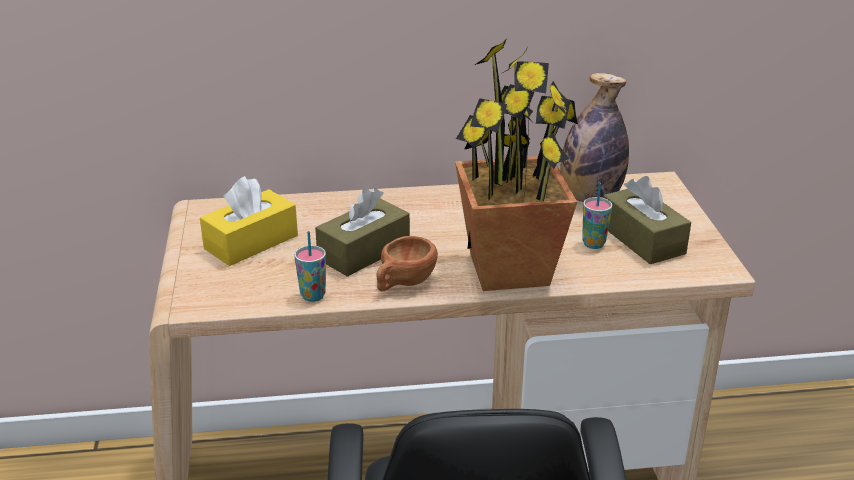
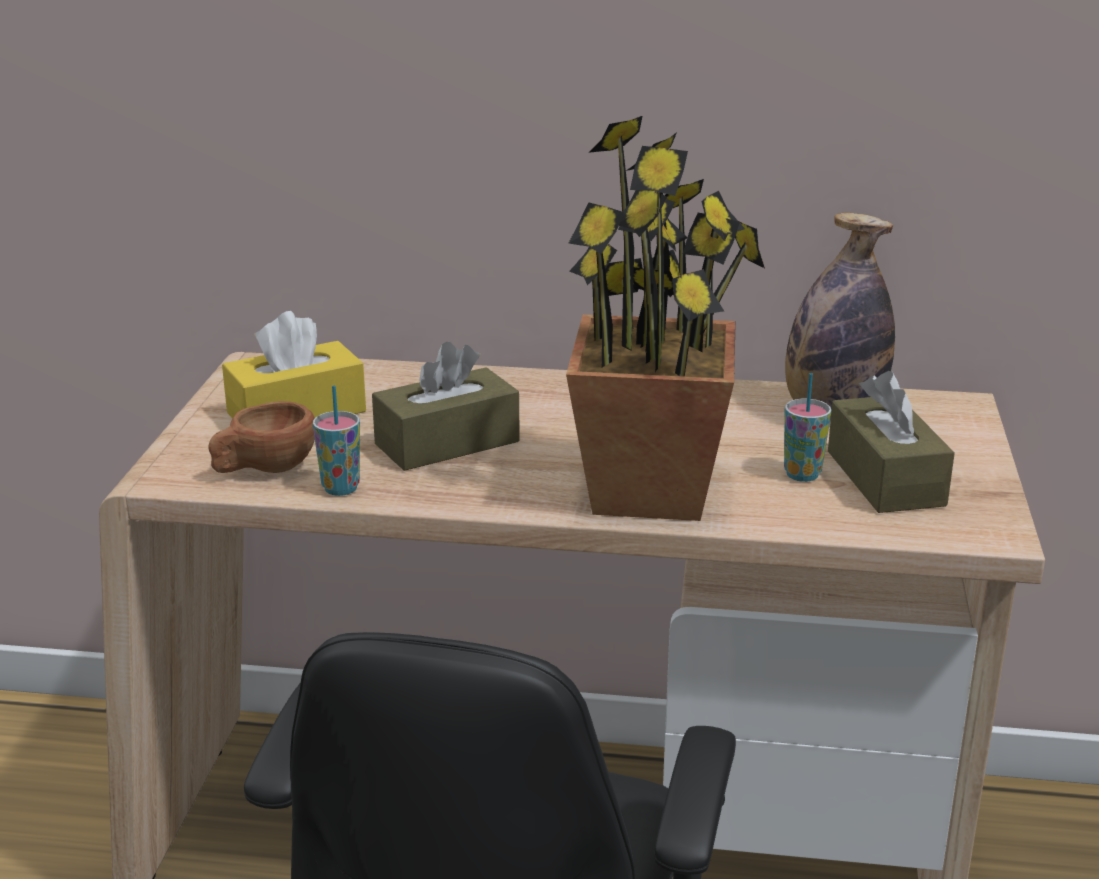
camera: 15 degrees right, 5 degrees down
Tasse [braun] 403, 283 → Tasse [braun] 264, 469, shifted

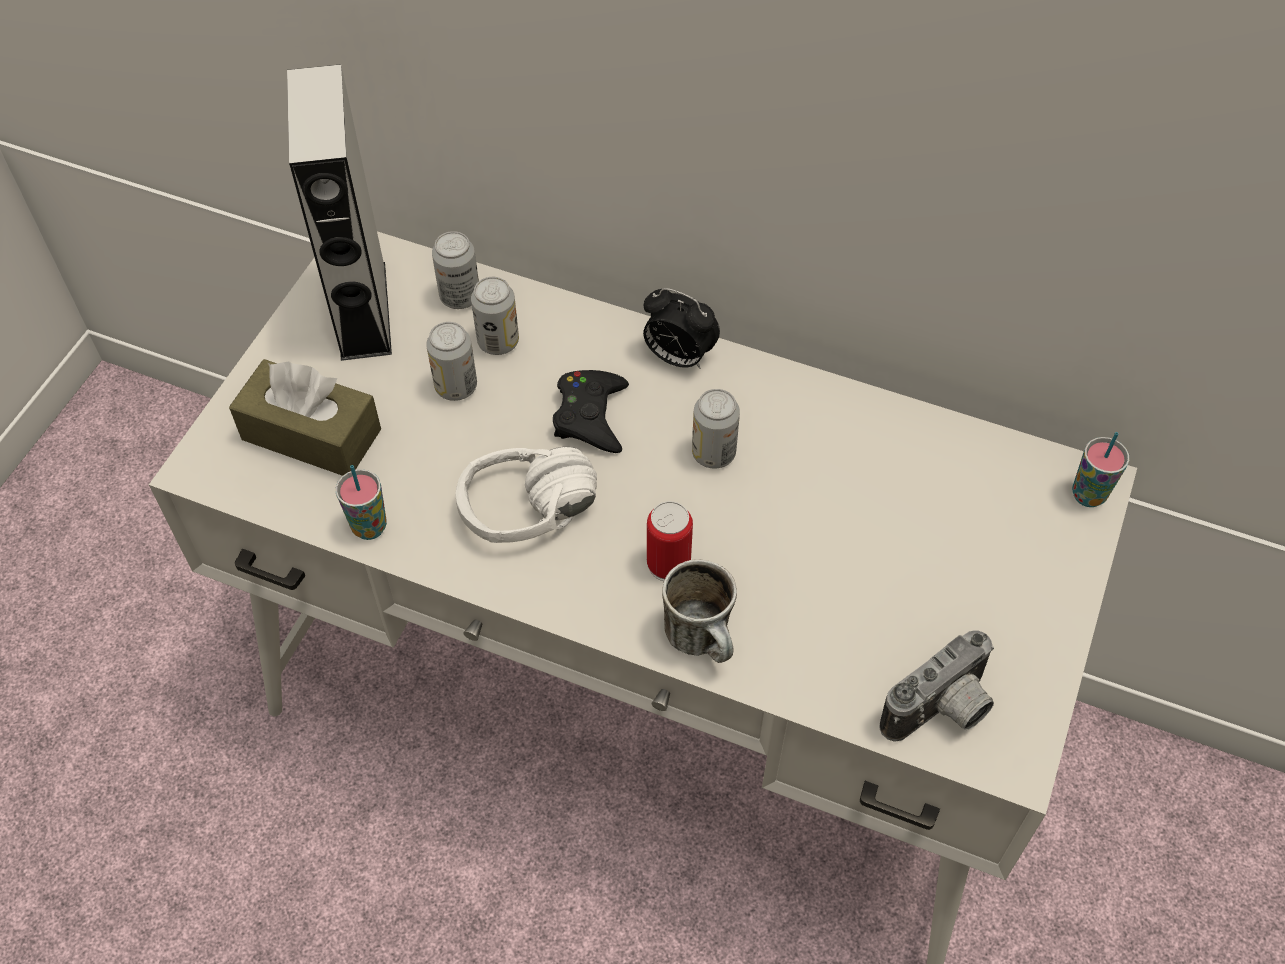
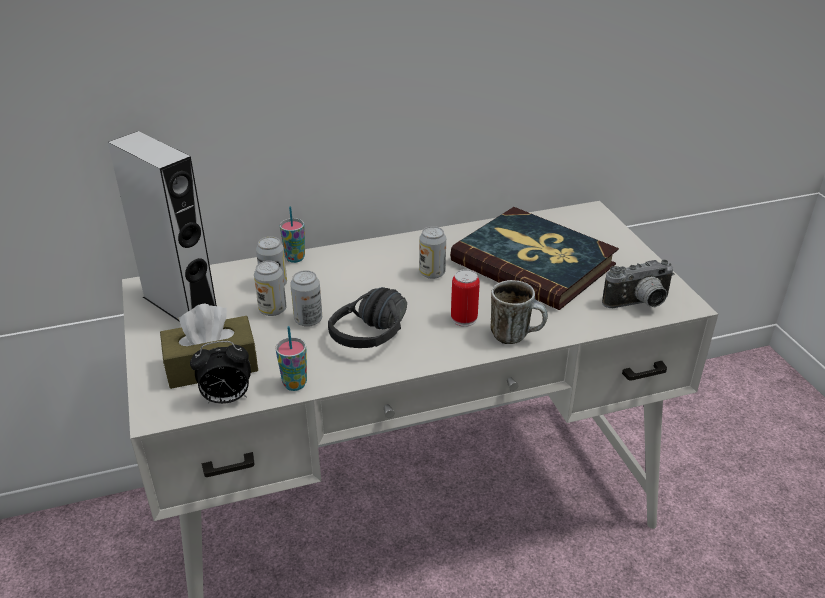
camera: 40 degrees left, 20 degrees down
Gamepad [schwarz] 590, 416 → -
- → Buch 533, 262
Dose 460, 297 → Dose 308, 320, shifted
Wecker 678, 357 → Wecker 226, 399, shifted
Tasse 1088, 495 → Tasse 295, 258, shifted
Kopfhörer [weiß] 534, 525 → Kopfhörer [schwarz] 382, 338
Kamera 942, 712 → Kamera 639, 304, 60 degrees clockwise

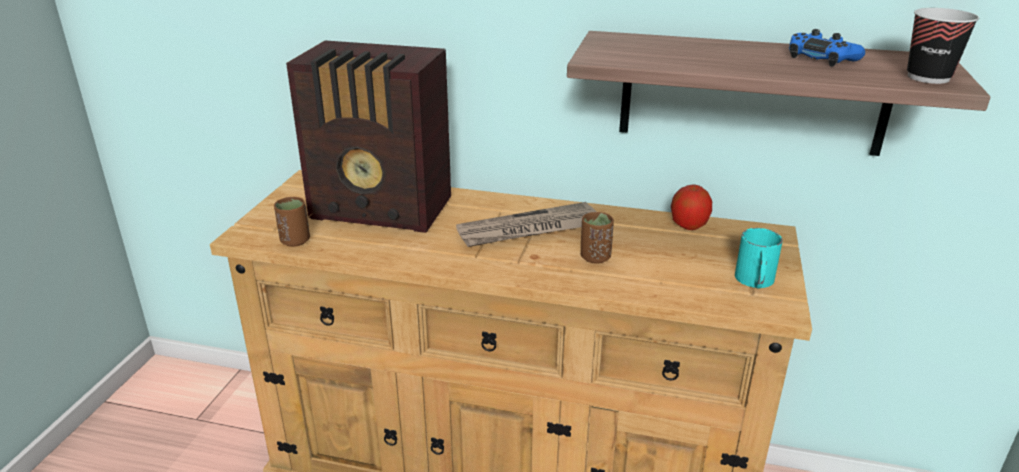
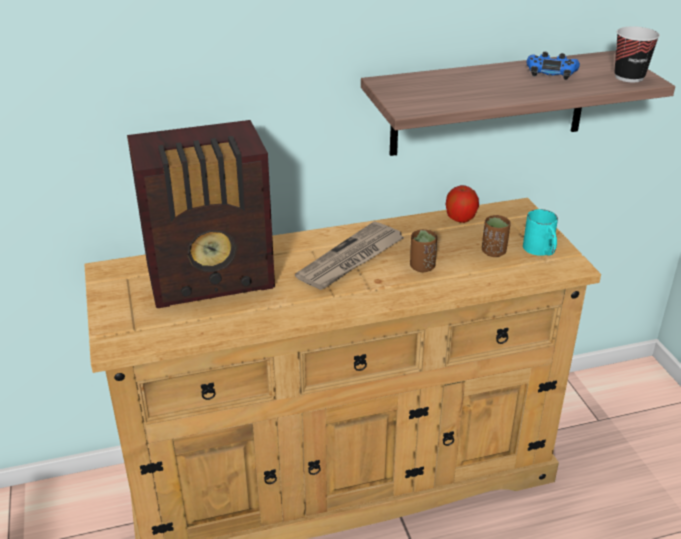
camera: 30 degrees left, 5 degrees up
Tasse [braun] 295, 241 → Tasse [braun] 493, 252, shifted

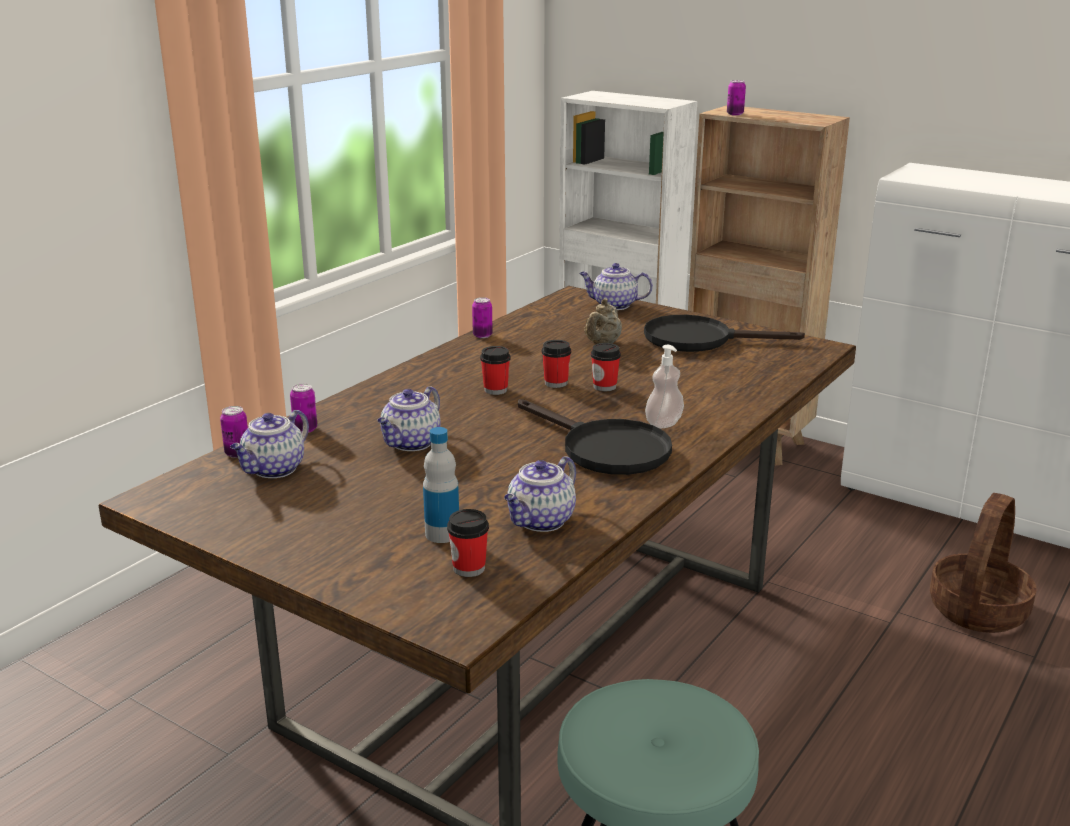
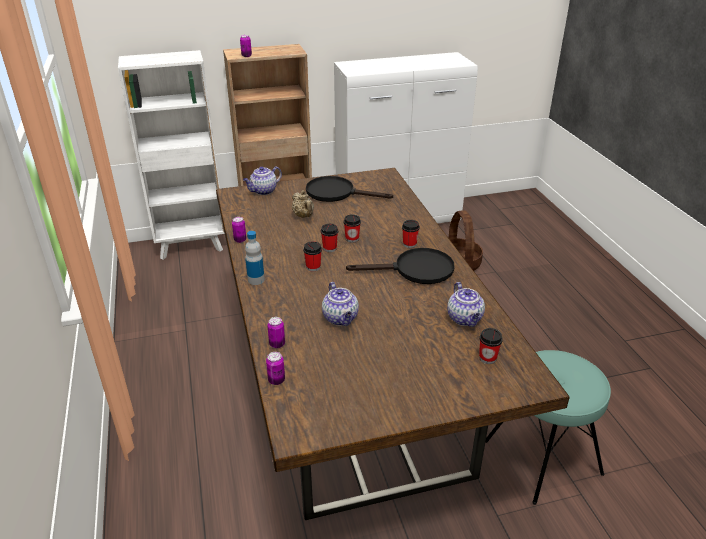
camera: 50 degrees left, 10 degrees up
Teekanne 274, 470 → -
Flasche 442, 534 → Flasche 256, 280, shifted
Seifenspender 663, 423 → Tasse 409, 244
Pfanne [schwarz] 700, 339 → Pfanne [schwarz] 337, 193, 60 degrees clockwise

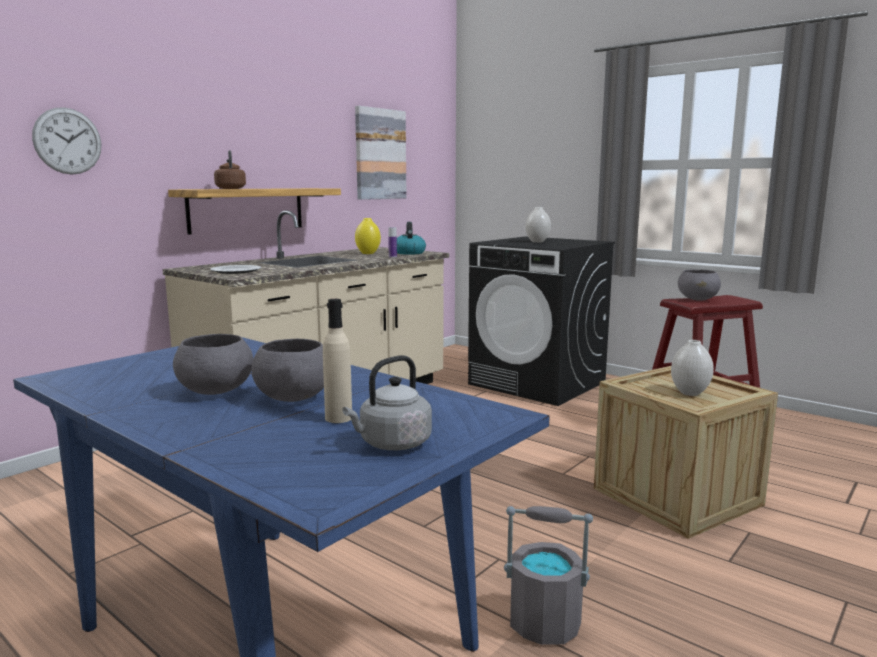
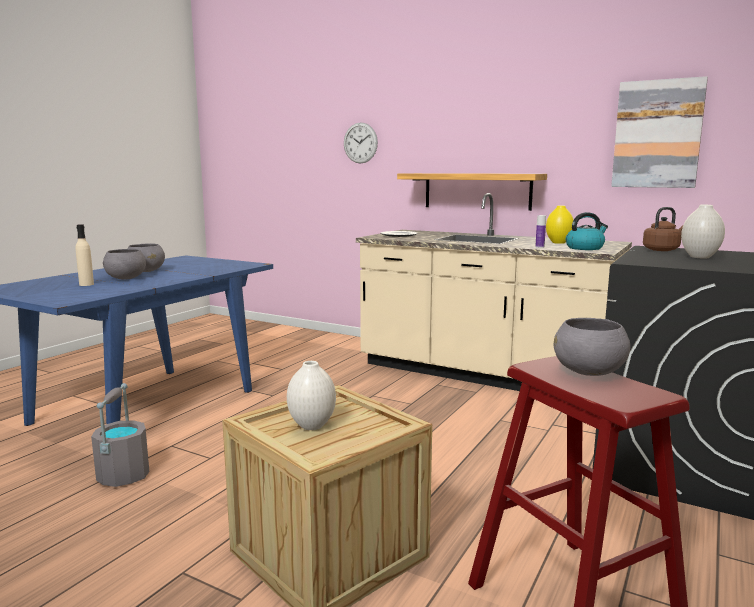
camera: 80 degrees right, 0 degrees up
Wasserkessel [grau] 392, 444 → -
Wasserkessel [braun] 230, 188 → Wasserkessel [braun] 662, 250, shifted

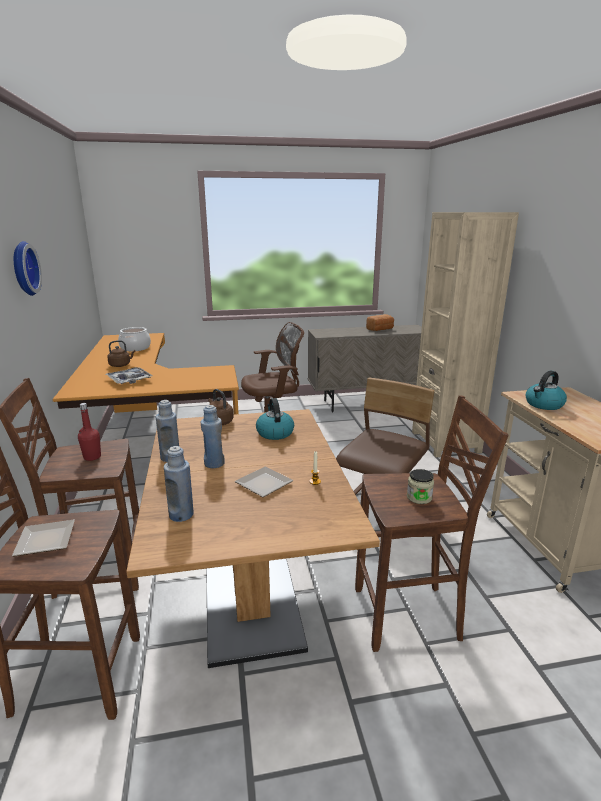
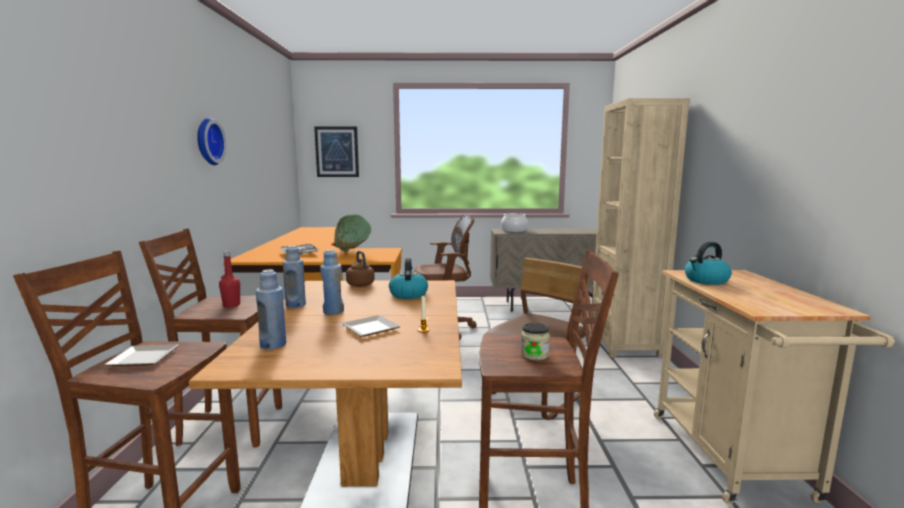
camera: 10 degrees right, 10 degrees down
Wasserkessel [braun] 121, 365 → -
Brot 380, 329 → -
- → Bild 337, 152
- → Schüssel [grün] 351, 253
Kochtopf 135, 348 → Kochtopf 514, 230, shifted

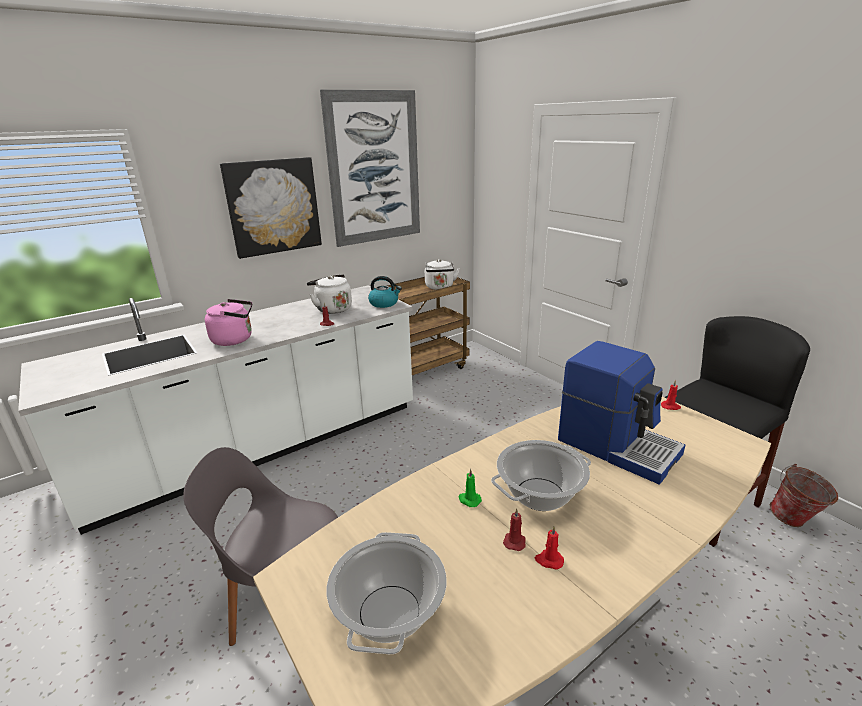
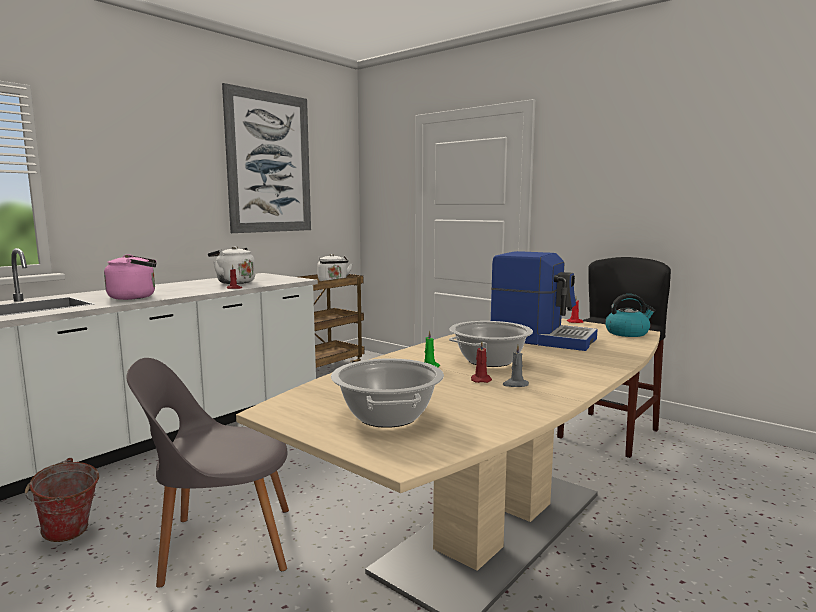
camera: 15 degrees left, 15 degrees down
Bild 273, 207 → -
Wasserkessel 384, 303 → Wasserkessel 627, 333, shifted
Eimer 795, 521 → Eimer 68, 536, shifted
Kerze [rot] 549, 560 → Kerze [grau] 515, 384

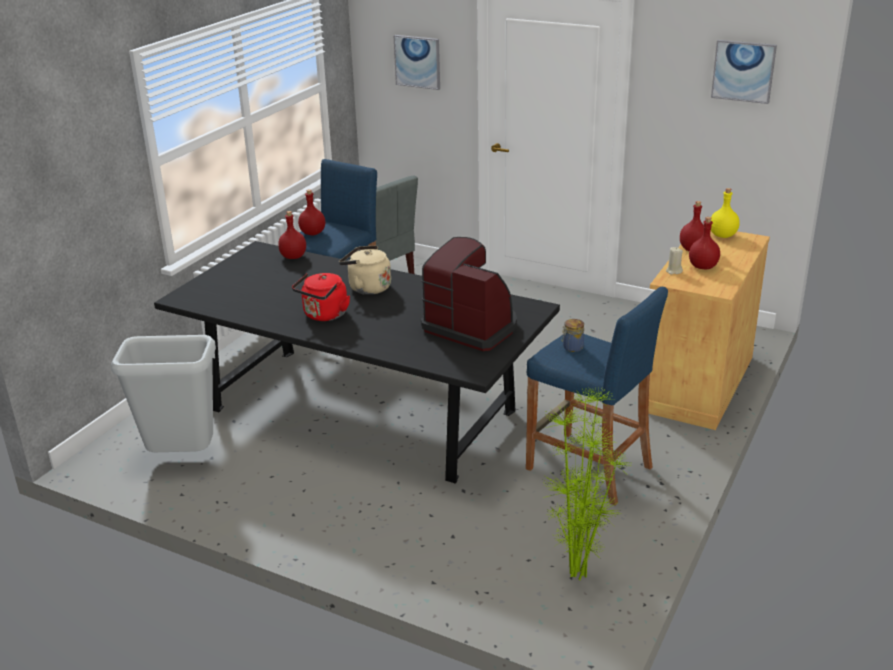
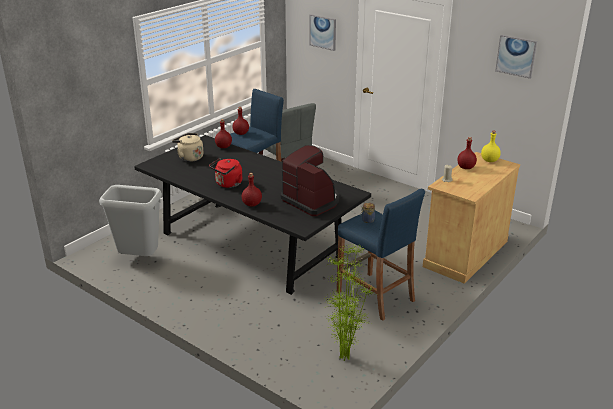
camera: 10 degrees right, 0 degrees up
Wasserkessel [beige] 367, 288 → Wasserkessel [beige] 189, 157, shifted
Flasche [rot] 703, 266 → Flasche [rot] 252, 204, shifted

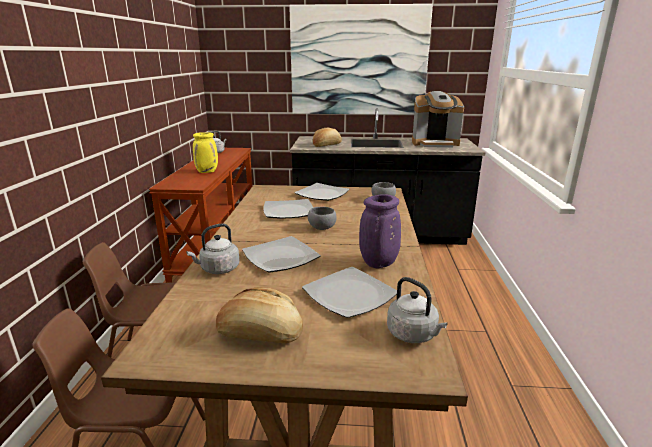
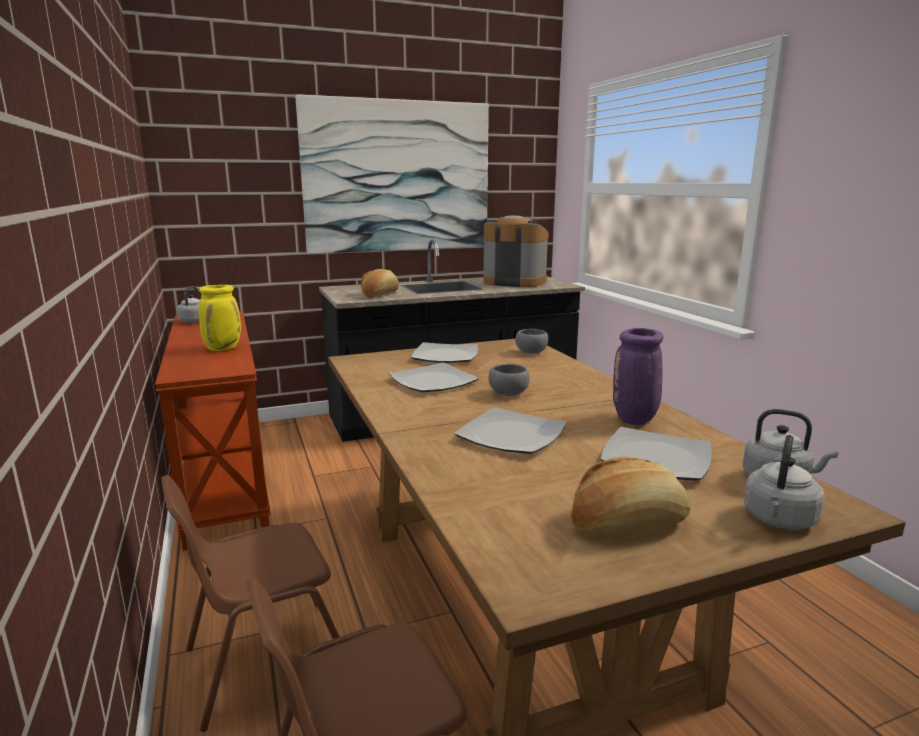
camera: 25 degrees left, 5 degrees down
Wasserkessel [grau] 218, 269 → Wasserkessel [grau] 778, 520, shifted
Kaffeemaschine 435, 143 → Kaffeemaschine 514, 282, 135 degrees counterclockwise

